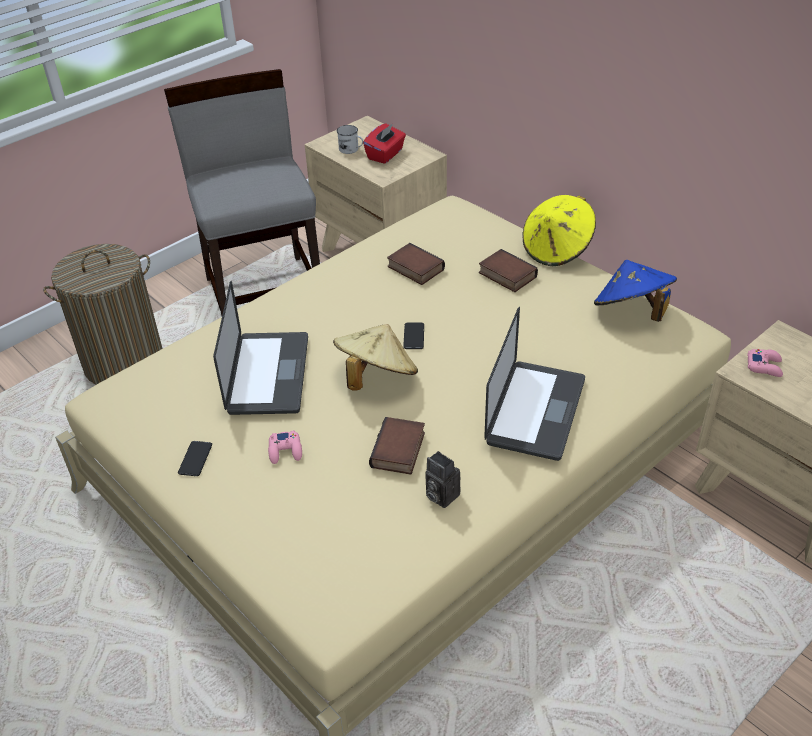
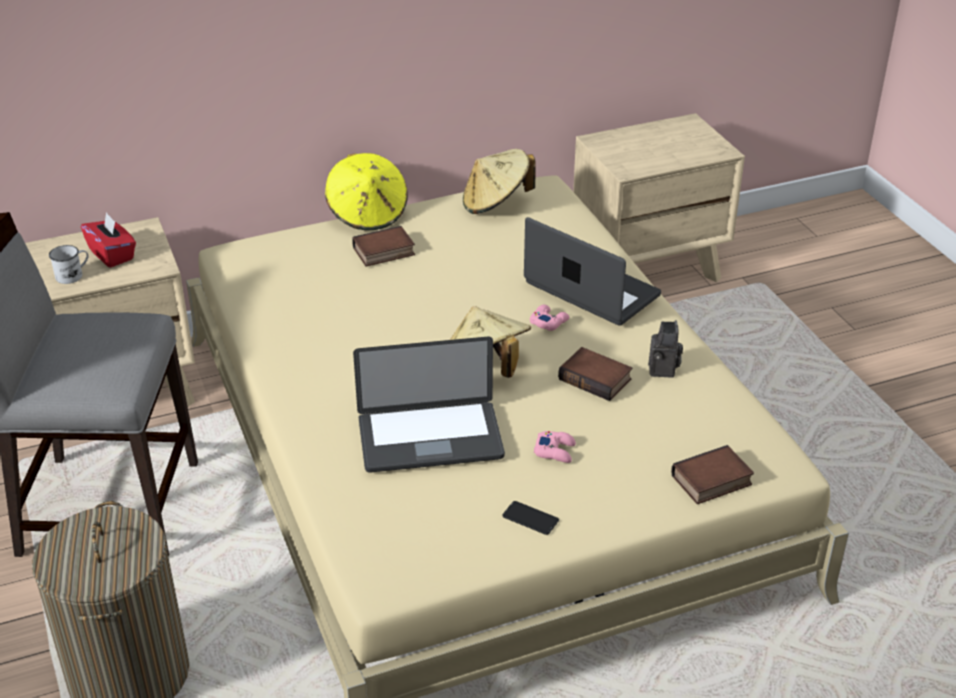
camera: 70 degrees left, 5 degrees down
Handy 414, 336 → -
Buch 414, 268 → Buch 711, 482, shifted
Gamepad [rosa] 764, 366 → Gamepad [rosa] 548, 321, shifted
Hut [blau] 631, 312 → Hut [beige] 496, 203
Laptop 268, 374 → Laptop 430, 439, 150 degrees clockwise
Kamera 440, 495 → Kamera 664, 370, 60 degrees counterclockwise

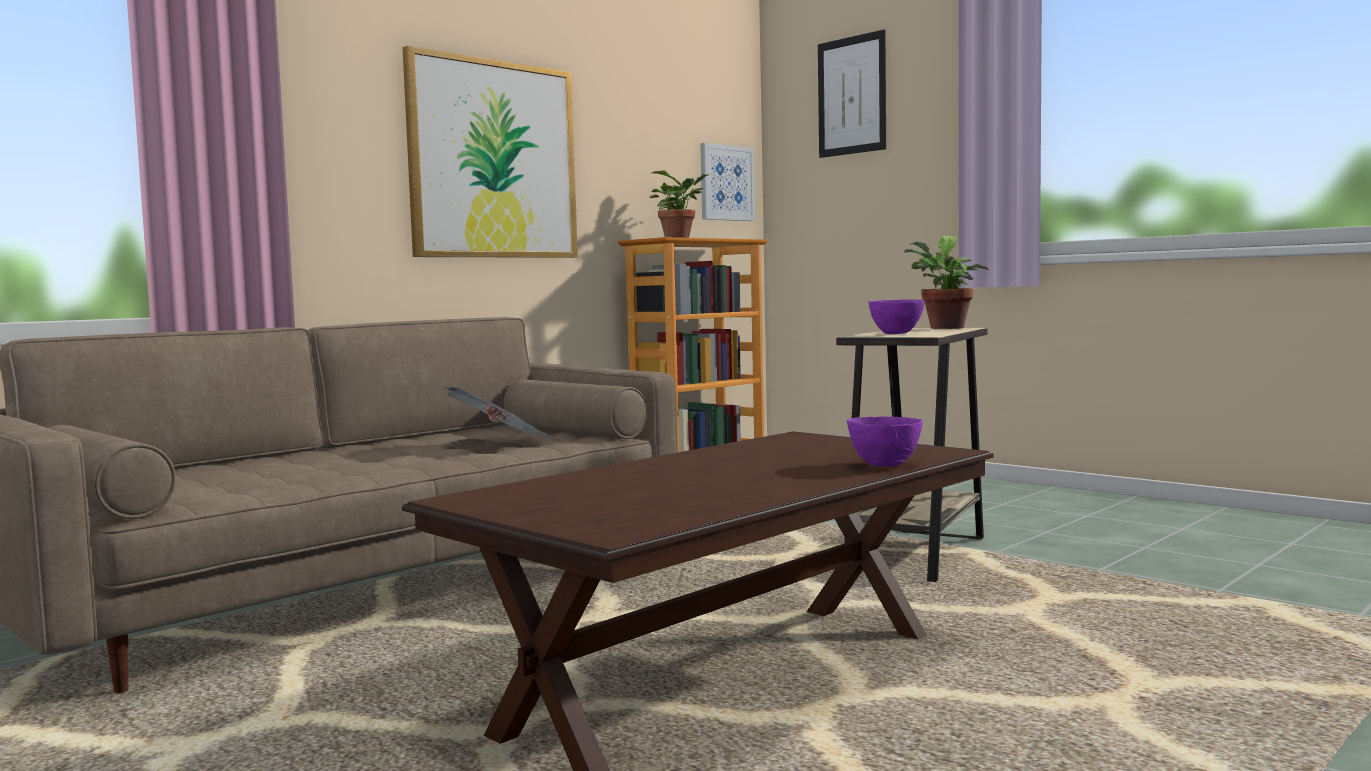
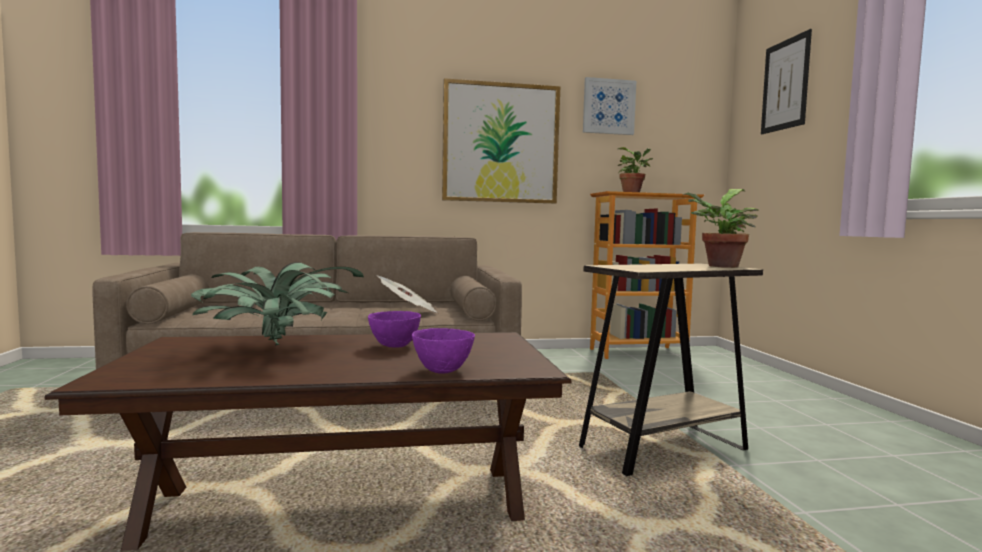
camera: 35 degrees right, 0 degrees up
- → Topfpflanze 275, 348
Bild 726, 183 → Bild 608, 107, shifted
Schüssel [lila] 897, 333 → Schüssel [lila] 395, 346, shifted

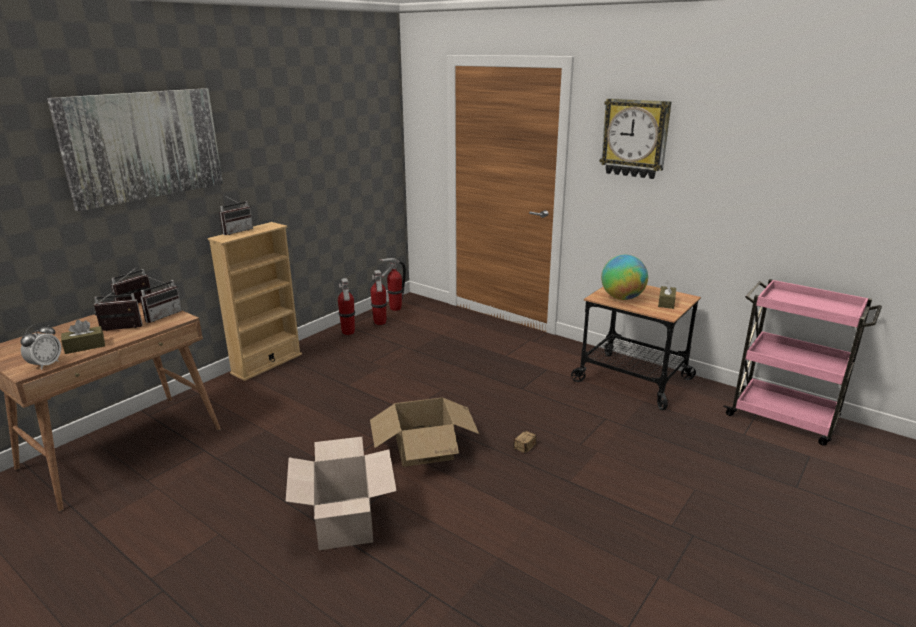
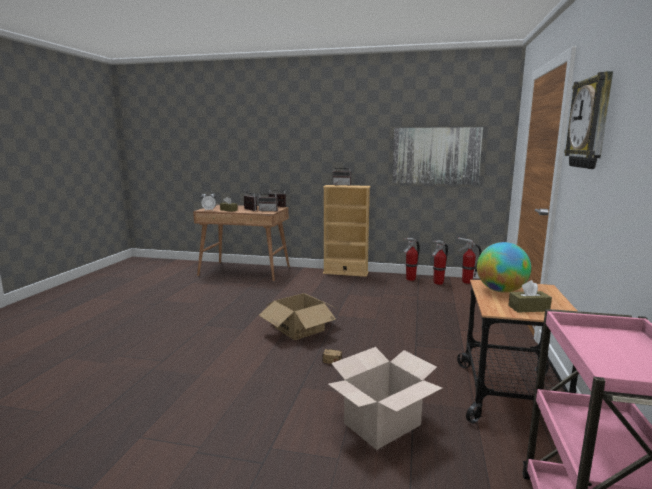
camera: 65 degrees right, 10 degrees down
Bild 143, 145 → Bild 436, 155, shifted
Karton 344, 522 → Karton 382, 424, shifted

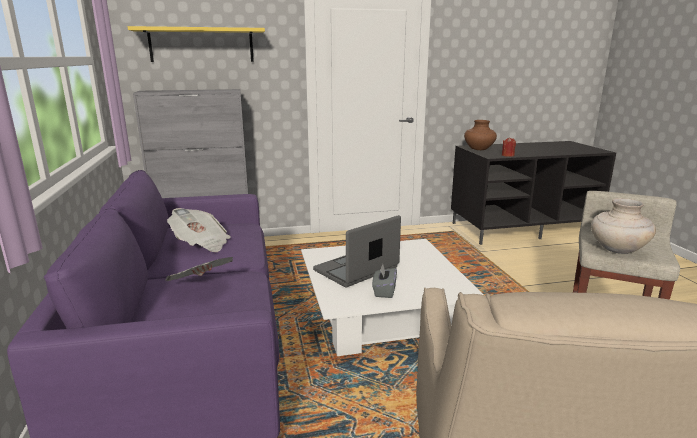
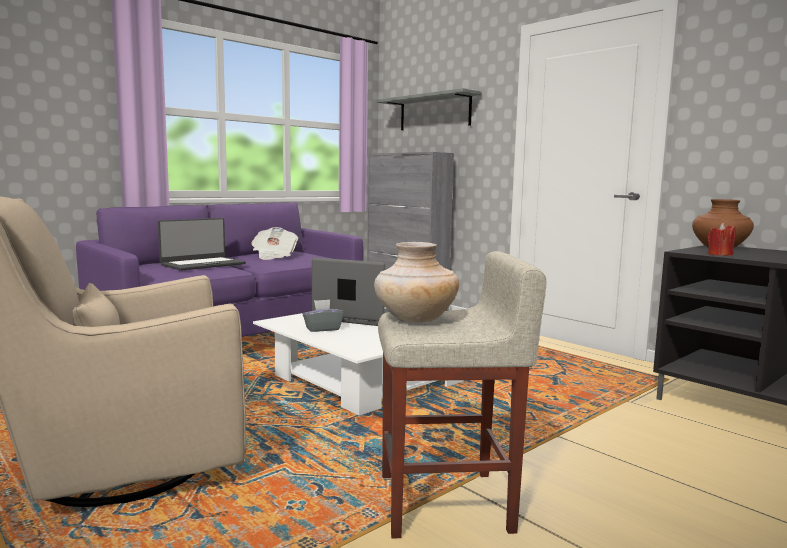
camera: 60 degrees right, 10 degrees down
Zeitung 201, 286 → Laptop 202, 264
Wandregal [gelb] 201, 45 → Wandregal [grau] 434, 112

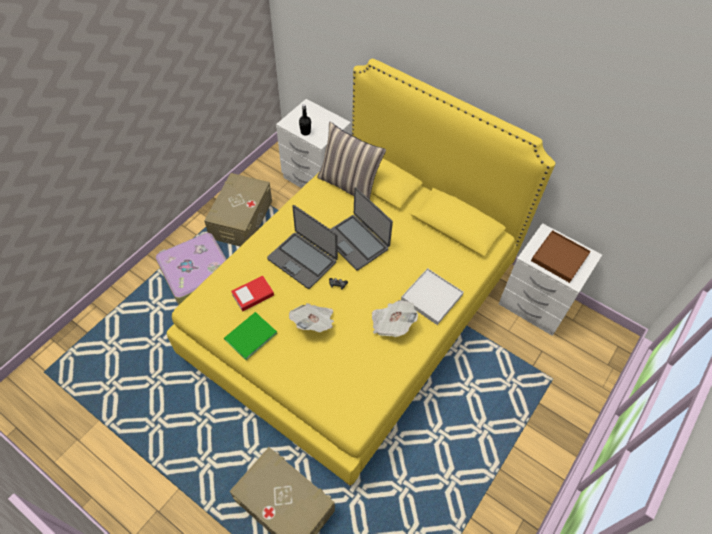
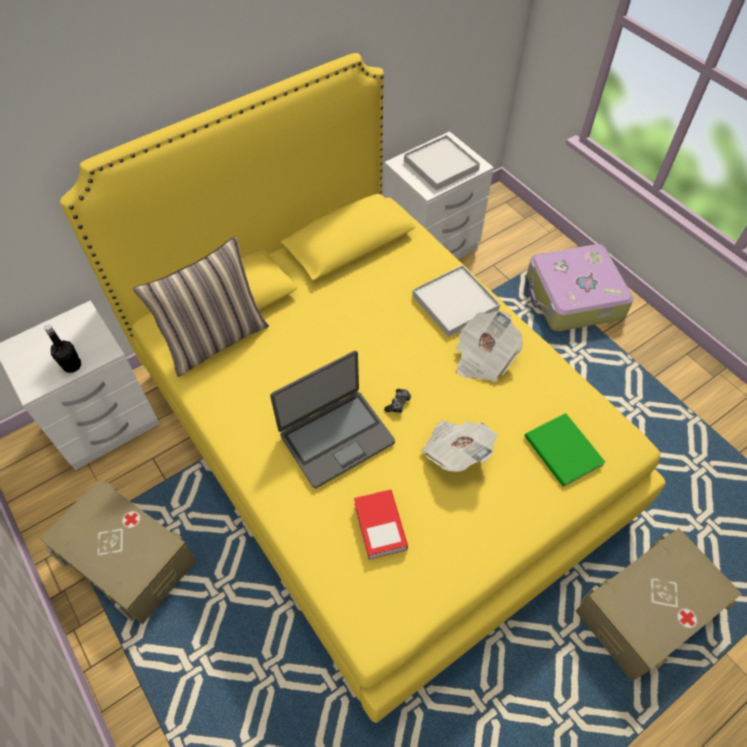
camera: 70 degrees left, 0 degrees up
Laptop 356, 242 → -
Koffer 197, 275 → Koffer 573, 297, shifted
Buch [grün] 249, 336 → Buch [grün] 563, 453, shifted
Tablett [braun] 559, 257 → Tablett [weiß] 441, 165

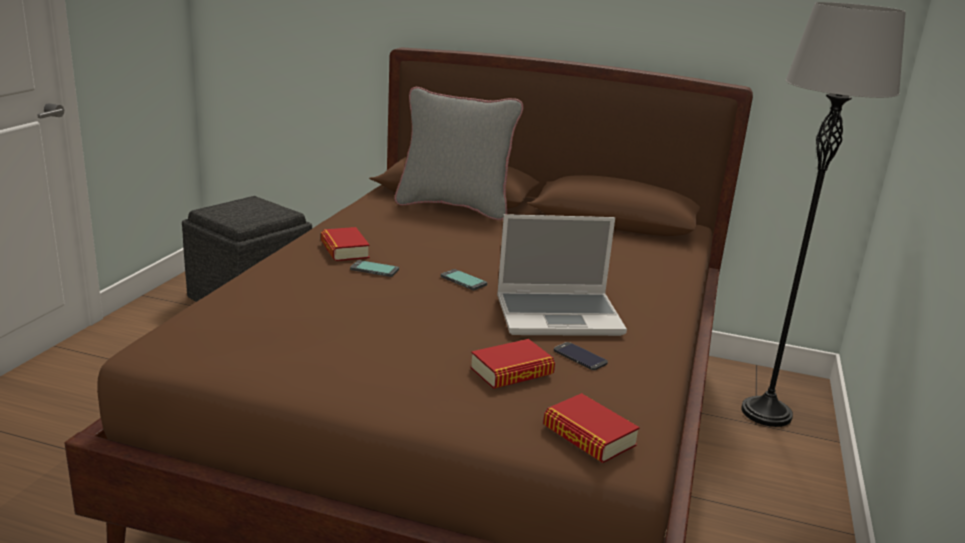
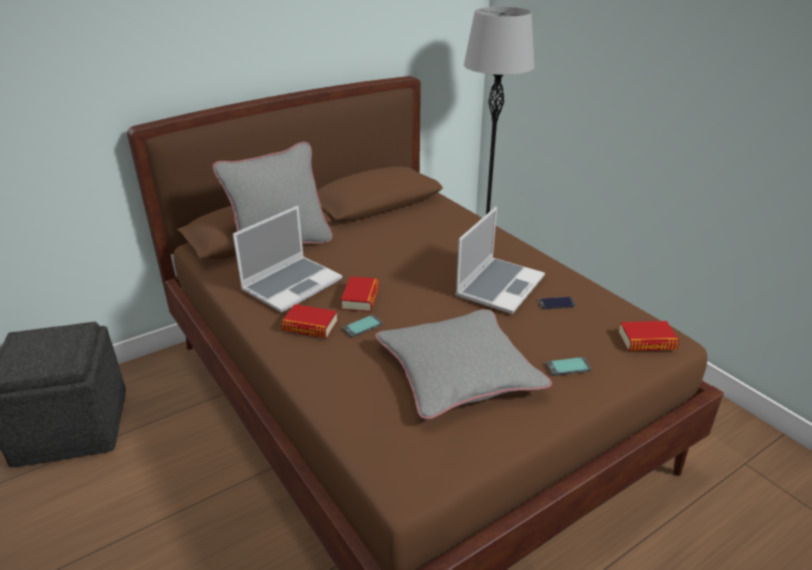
camera: 50 degrees left, 10 degrees up
- → Laptop 292, 284
- → Kissen [grau] 458, 371
Handy 463, 281 → Handy 568, 367, shifted
Buch 511, 371 → Buch 360, 298, shifted

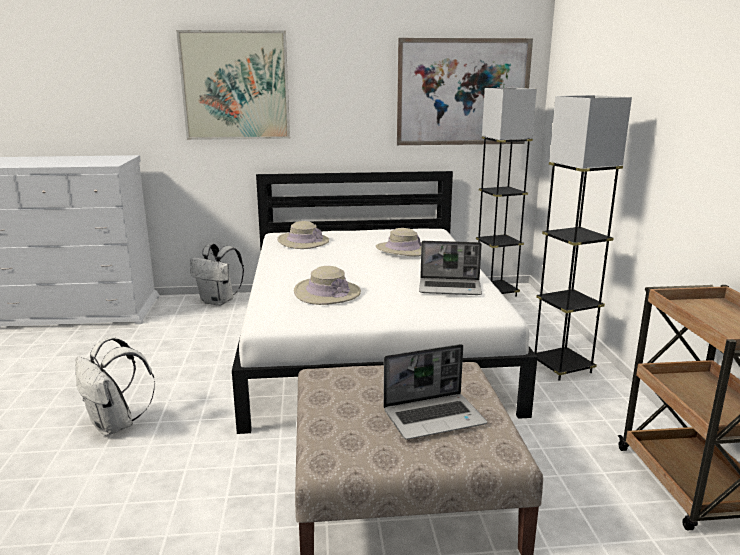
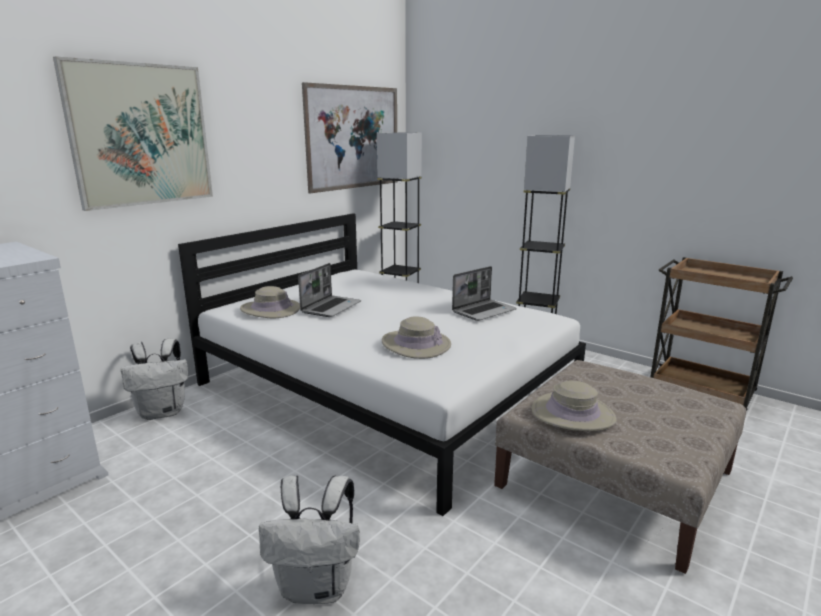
camera: 45 degrees left, 0 degrees up
Hut [beige] 402, 249 → Hut [beige] 572, 414, shifted
Laptop 434, 417 → Laptop 331, 307, shifted

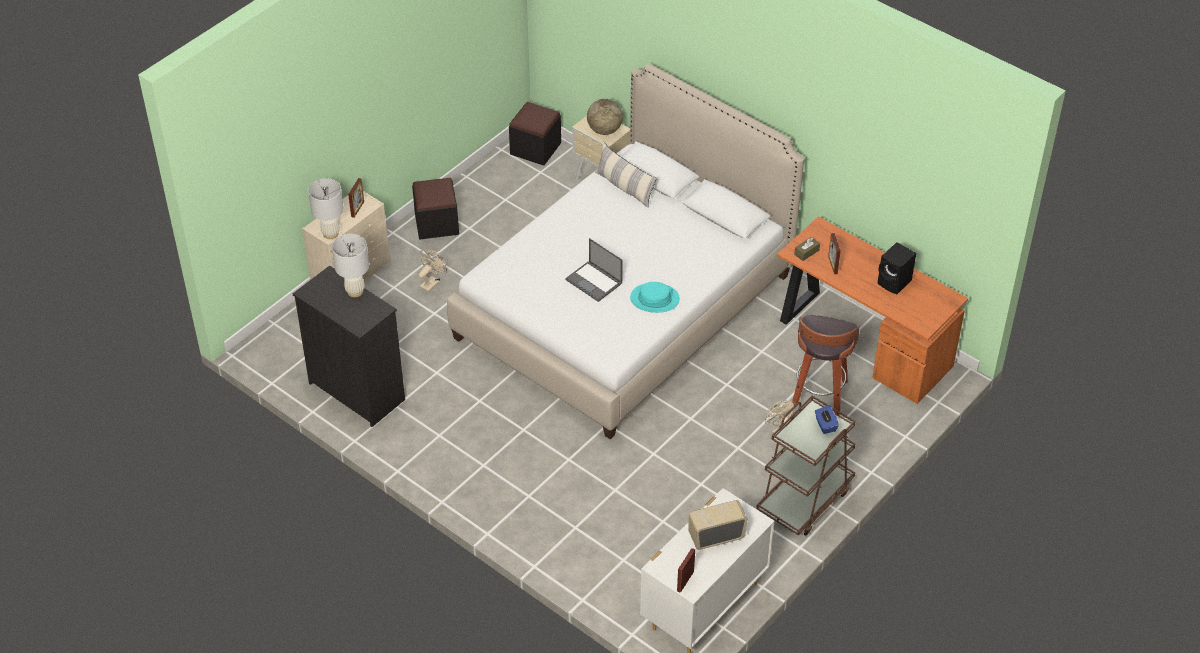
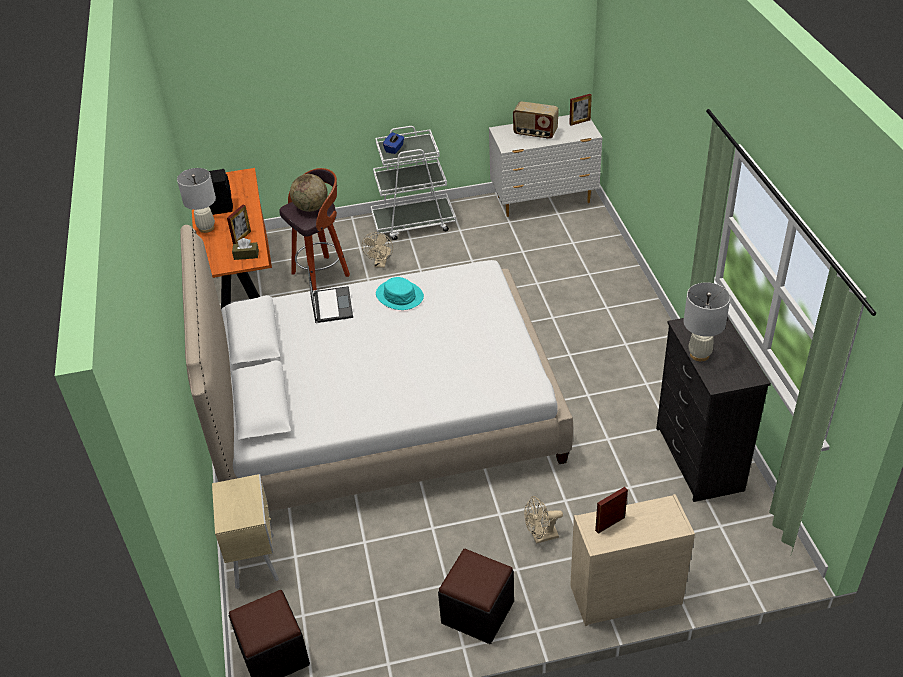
camera: 140 degrees left, 5 degrees down
Kissen 624, 187 → -
Tischlampe [weiß] 331, 233 → Tischlampe [weiß] 206, 228, shifted
Laptop 594, 281 → Laptop 332, 304, shifted
Globus 604, 130 → Globus 311, 208, shifted
Rollwagen [braun] 804, 499 → Rollwagen [weiß] 414, 223

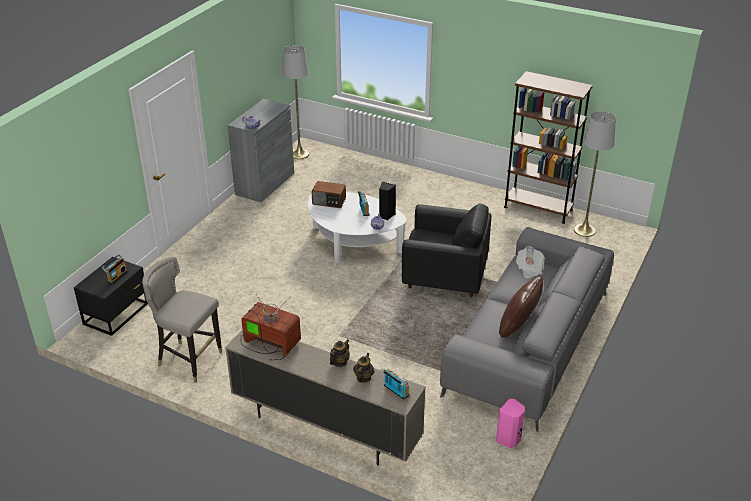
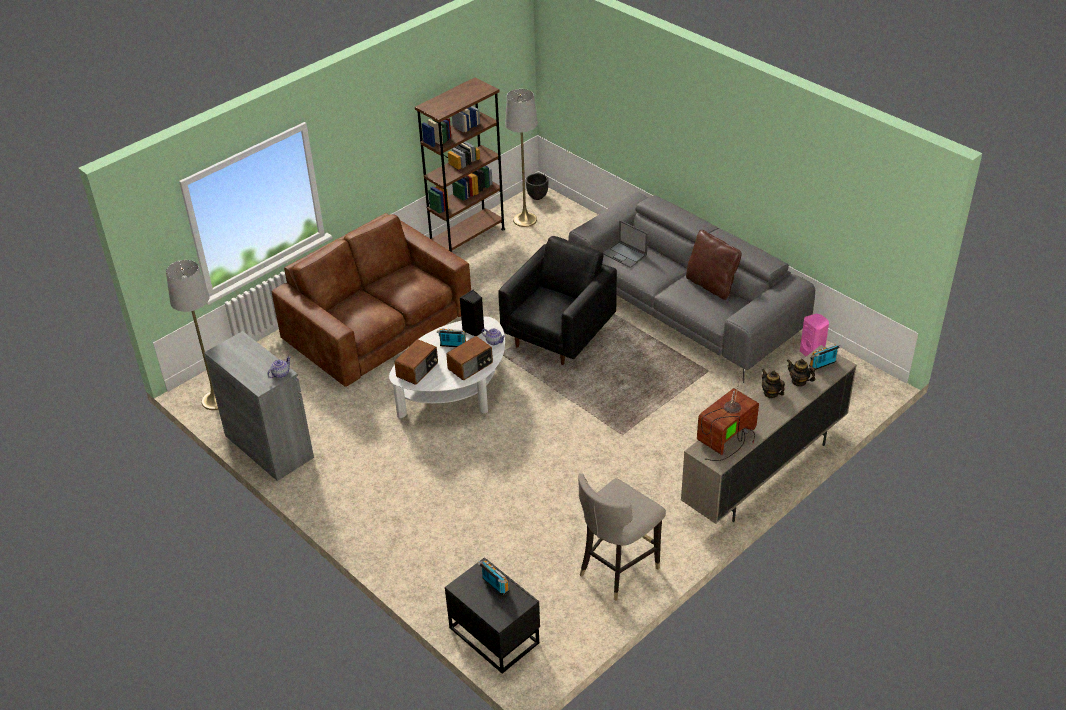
camera: 70 degrees left, 5 degrees up
- → Sofa [braun] 378, 325
- → Radio 471, 366
- → Pflanzkübel [schwarz] 537, 196
Zeitung 529, 269 → Laptop 625, 255

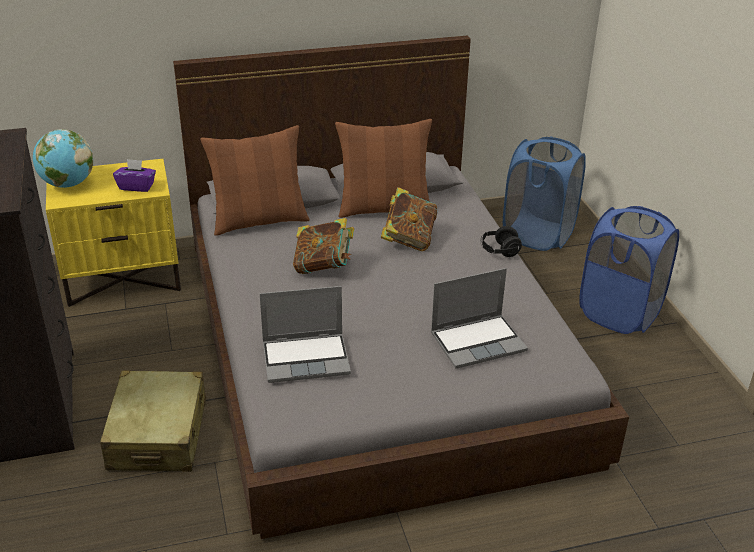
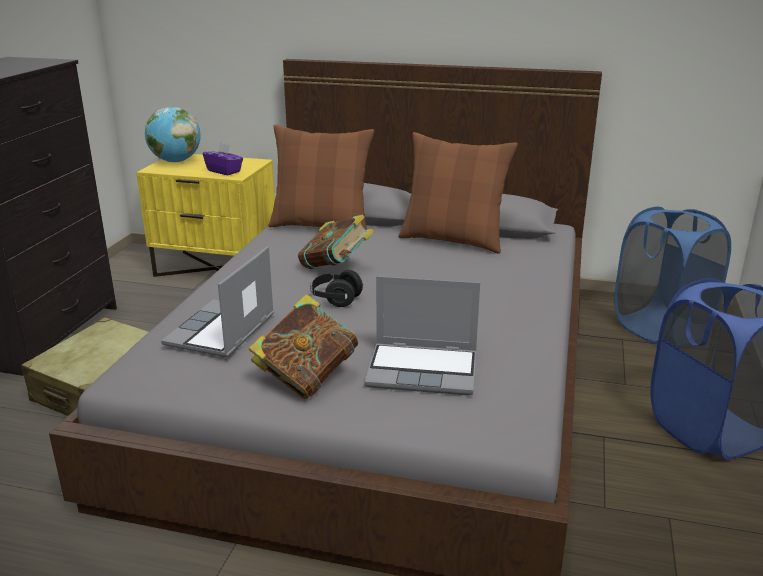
camera: 30 degrees right, 10 degrees down
Buch 408, 239 → Buch 307, 378, shifted
Kopfhörer [schwarz] 499, 251 → Kopfhörer [schwarz] 335, 299, shifted
Laptop 307, 358 → Laptop 221, 331, 90 degrees clockwise

